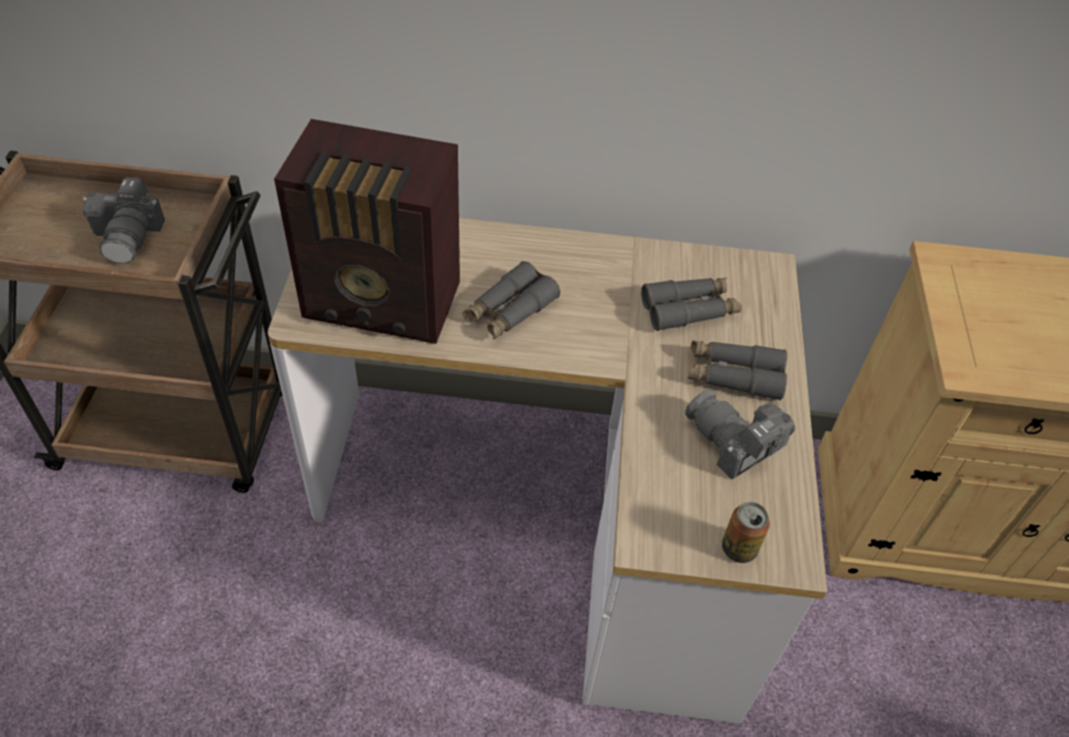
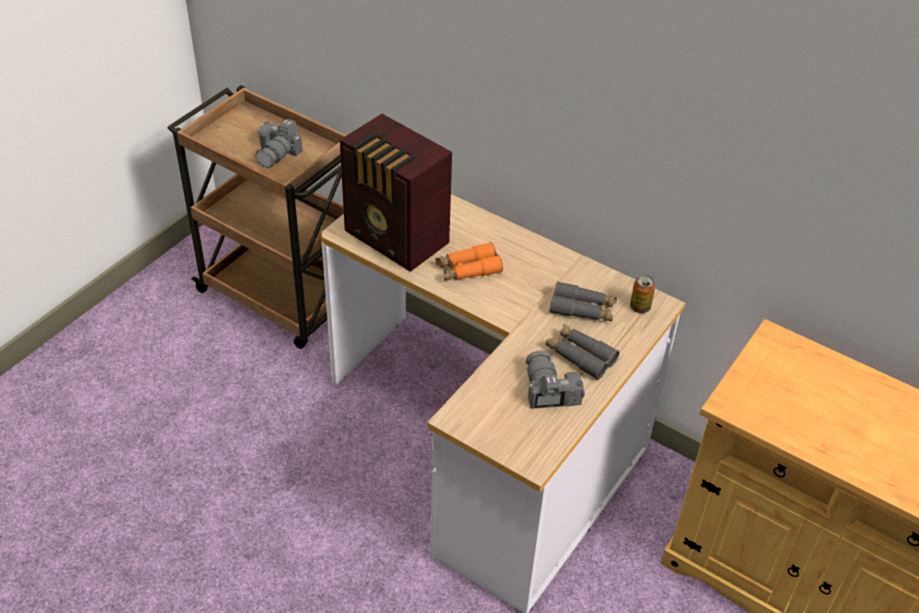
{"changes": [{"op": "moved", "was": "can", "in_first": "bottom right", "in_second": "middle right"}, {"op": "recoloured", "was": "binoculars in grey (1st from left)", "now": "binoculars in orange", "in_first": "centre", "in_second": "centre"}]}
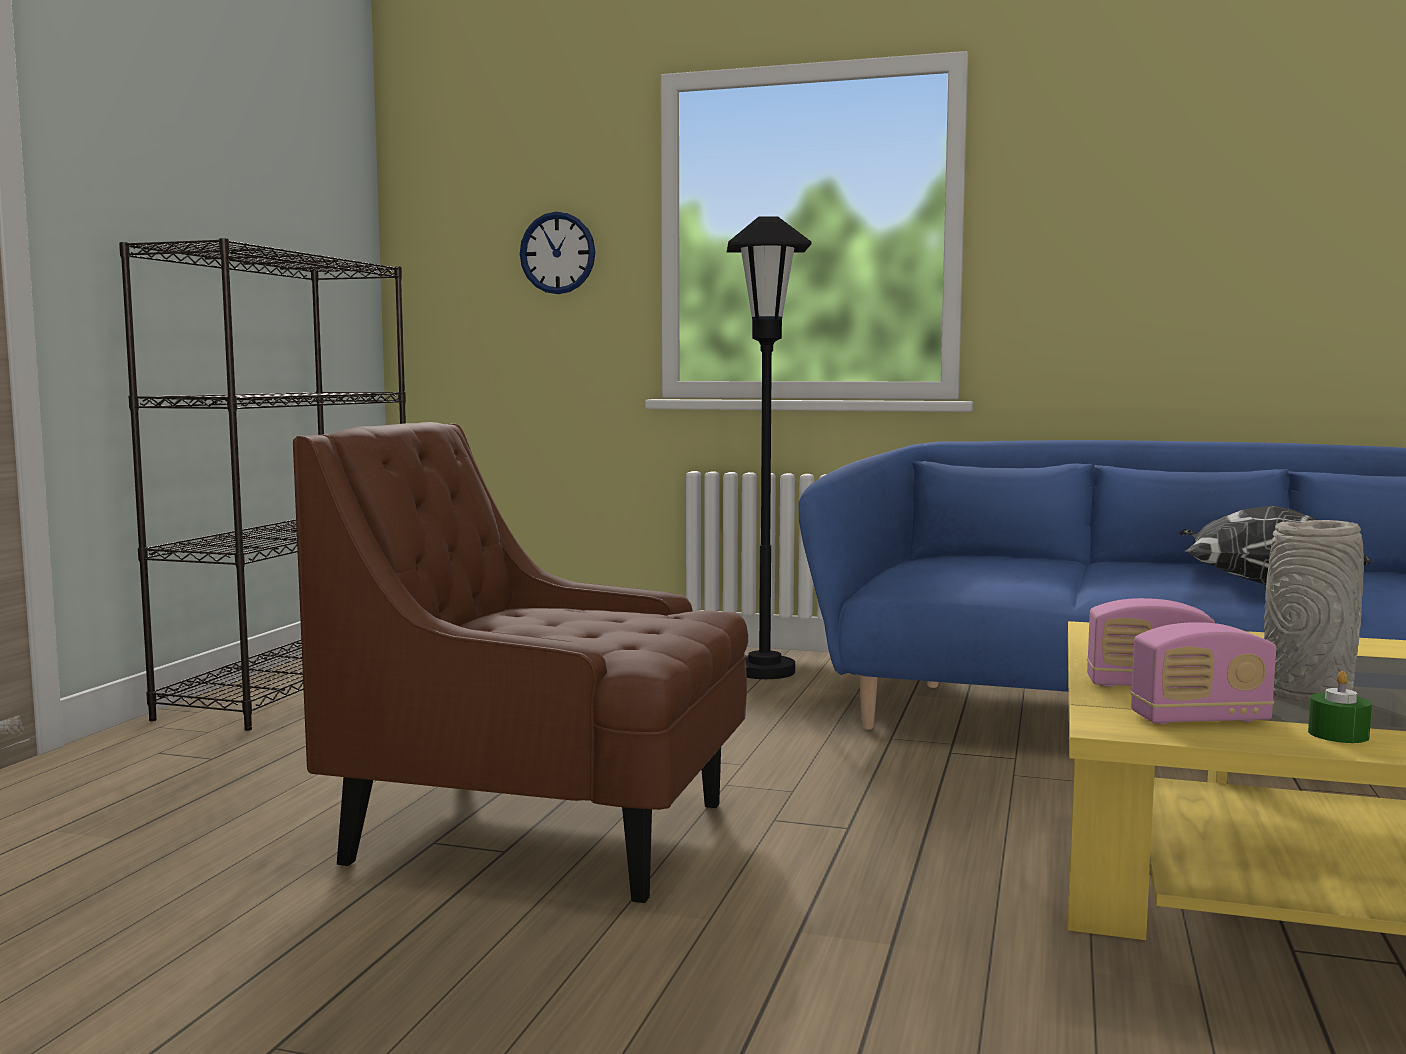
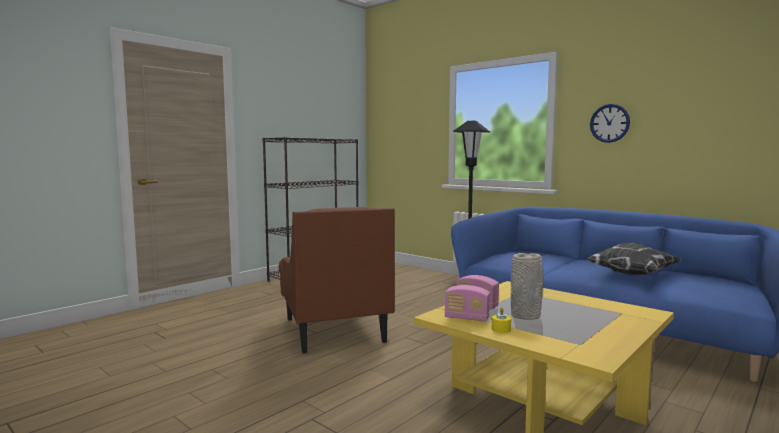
{"changes": [{"op": "moved", "was": "wall clock", "in_first": "top centre", "in_second": "top right"}, {"op": "recoloured", "was": "candle in green", "now": "candle in yellow", "in_first": "bottom right", "in_second": "bottom centre"}, {"op": "turned", "was": "armchair in brown", "in_first": "centre", "in_second": "centre", "clockwise": -150}]}
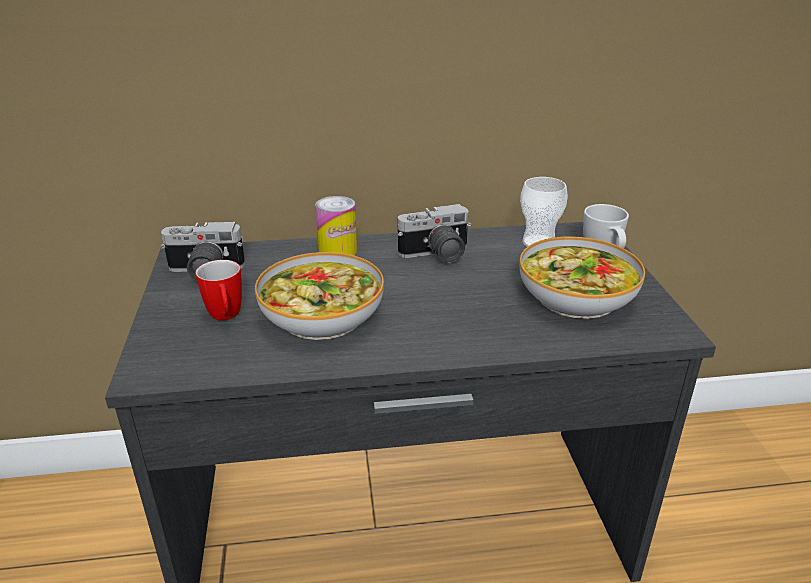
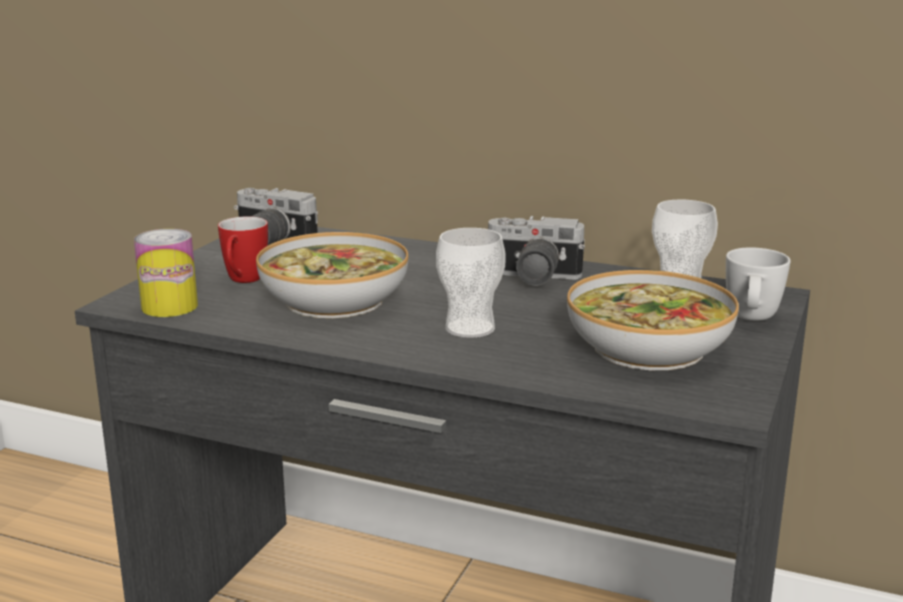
{"changes": [{"op": "added", "now": "cup (1st from left)", "in_second": "centre"}, {"op": "moved", "was": "can", "in_first": "centre", "in_second": "middle left"}]}
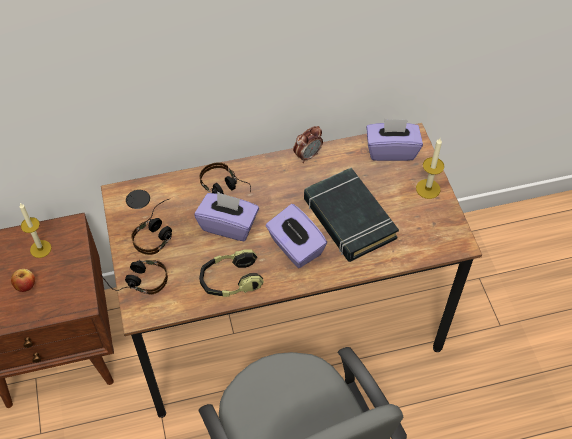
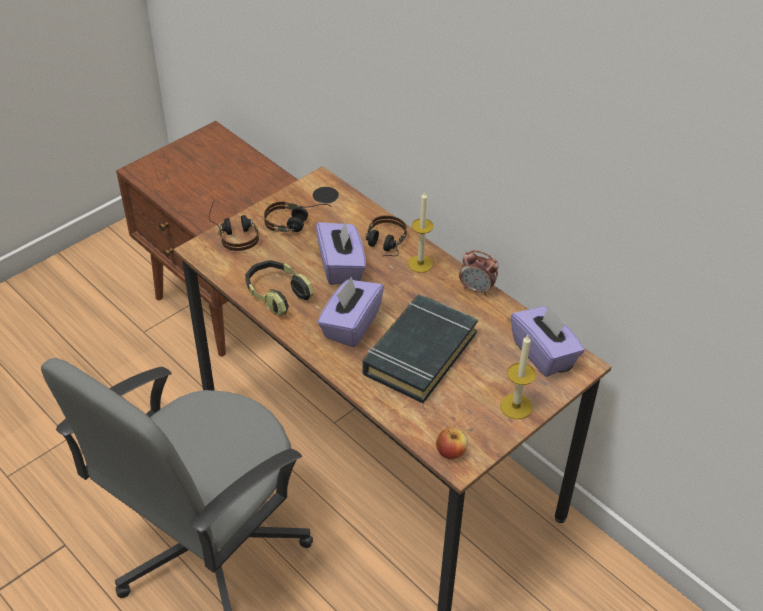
{"changes": [{"op": "moved", "was": "apple", "in_first": "middle left", "in_second": "bottom centre"}, {"op": "moved", "was": "candle (1st from left)", "in_first": "middle left", "in_second": "centre"}]}
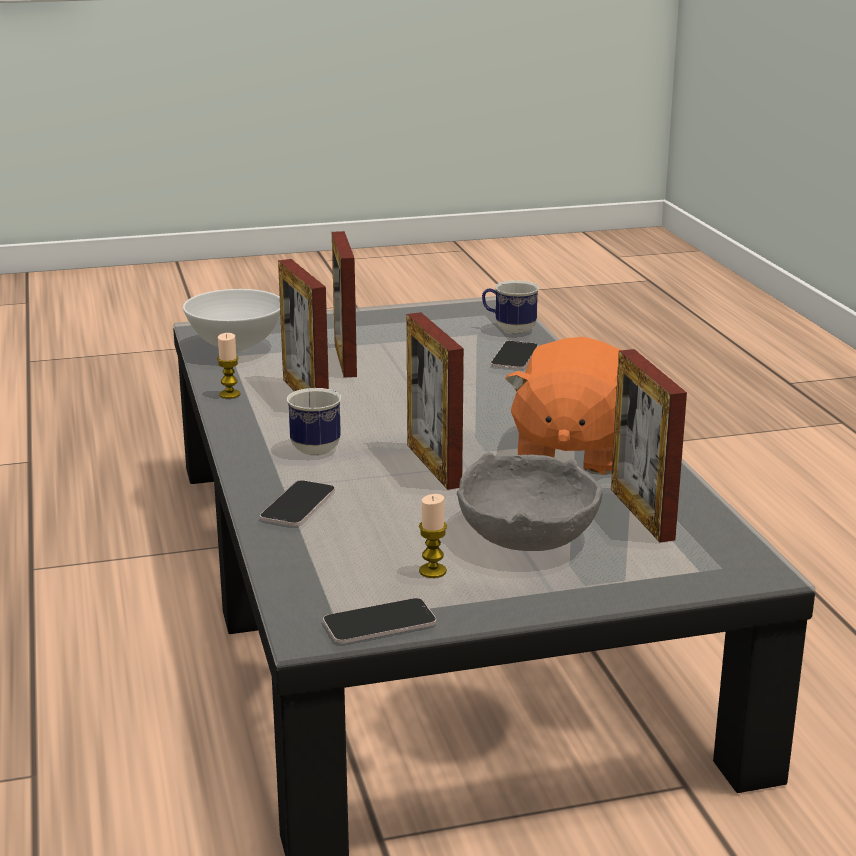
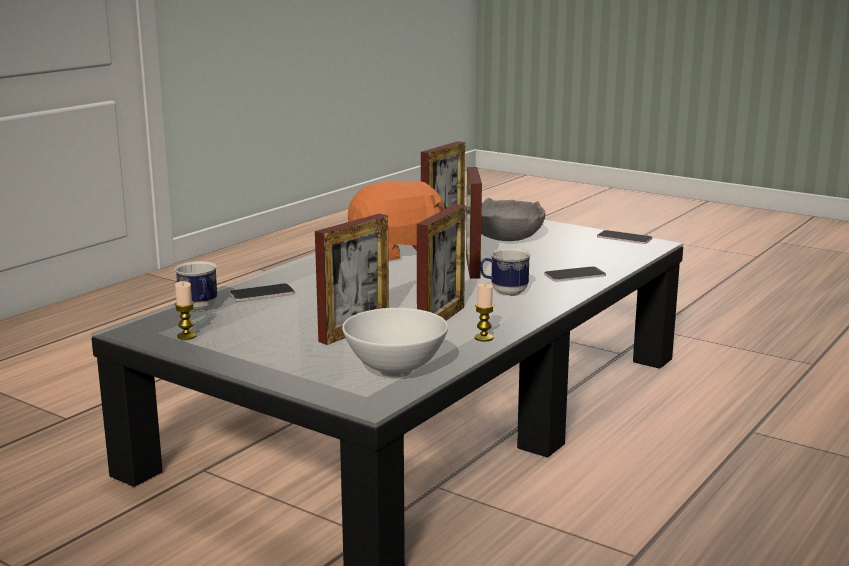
{"changes": [{"op": "moved", "was": "candle (2nd from left in the first image)", "now": "candle (1st from left)", "in_first": "centre", "in_second": "middle left"}, {"op": "turned", "was": "picture frame (3rd from left in the first image)", "in_first": "centre", "in_second": "centre", "clockwise": 150}]}
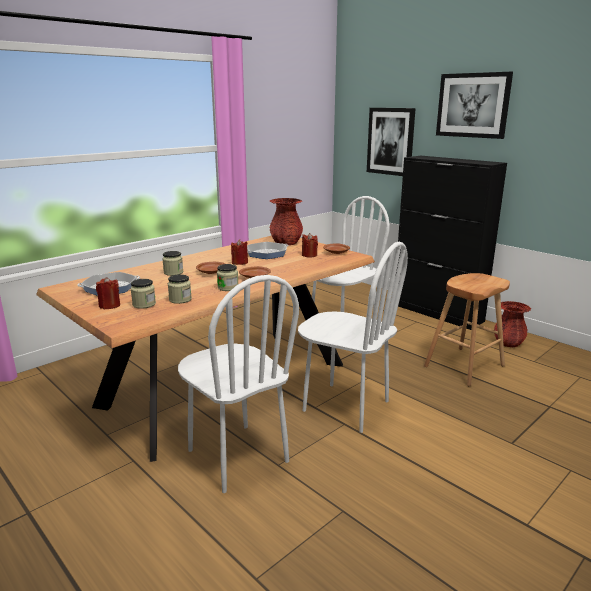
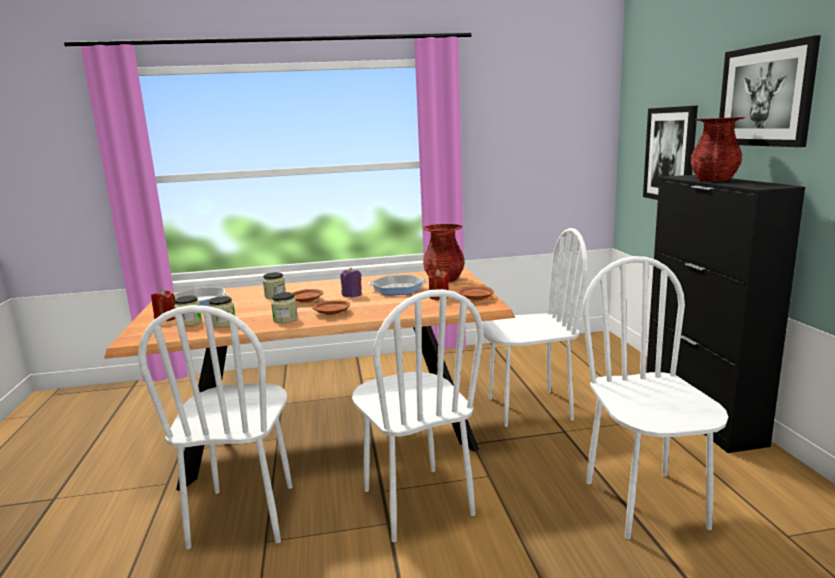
{"changes": [{"op": "moved", "was": "vase in red (2nd from left)", "in_first": "middle right", "in_second": "top right"}, {"op": "replaced", "was": "stool in brown", "now": "chair in white (4th from left)", "in_first": "middle right", "in_second": "bottom right"}, {"op": "recoloured", "was": "candle in red (2nd from left)", "now": "candle in purple", "in_first": "centre", "in_second": "centre"}]}
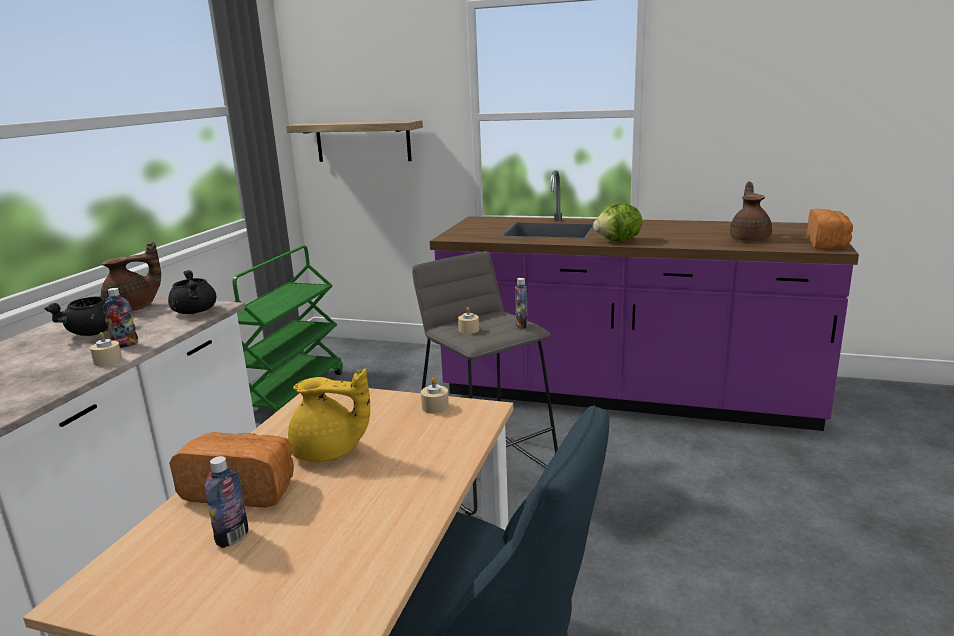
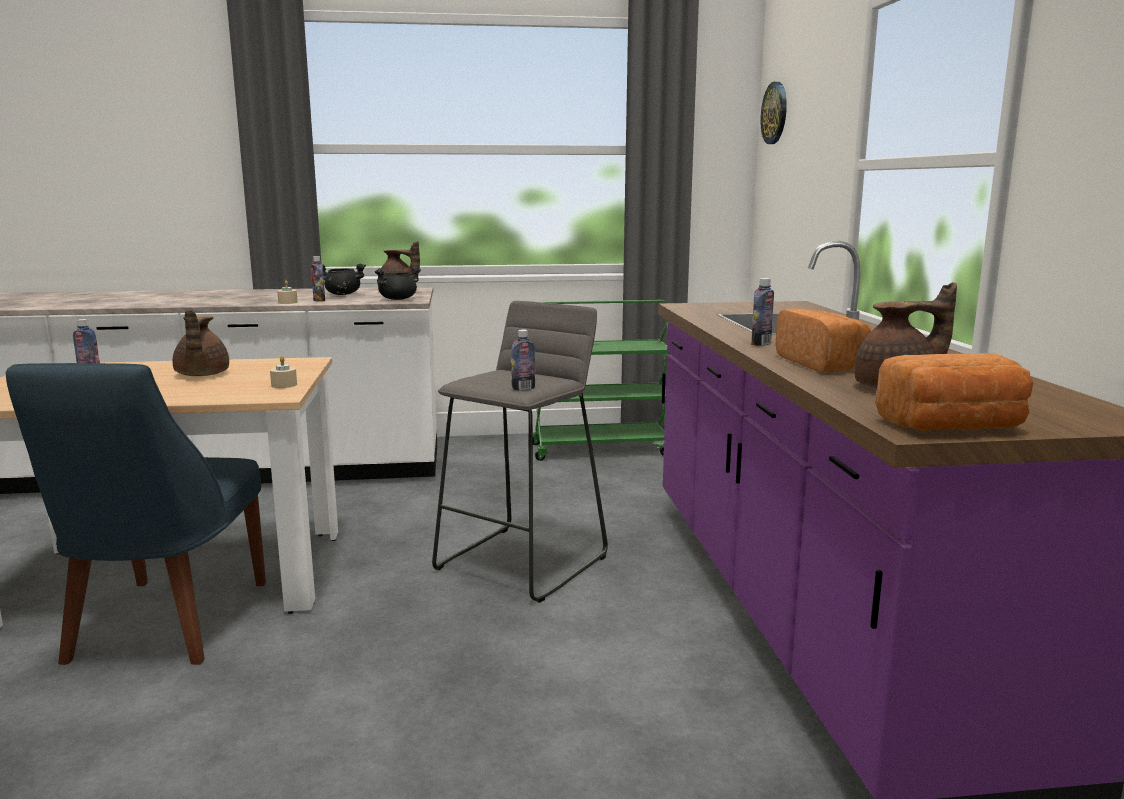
{"changes": [{"op": "removed", "was": "shelf", "in_first": "top centre"}, {"op": "removed", "was": "candle in beige (3rd from left)", "in_first": "centre"}, {"op": "added", "now": "wall clock", "in_second": "top right"}, {"op": "moved", "was": "bread (1st from left)", "in_first": "bottom left", "in_second": "middle right"}, {"op": "replaced", "was": "lettuce", "now": "bottle (4th from left)", "in_first": "centre", "in_second": "middle right"}, {"op": "recoloured", "was": "teapot in yellow", "now": "teapot in brown (1st from left)", "in_first": "centre", "in_second": "middle left"}]}
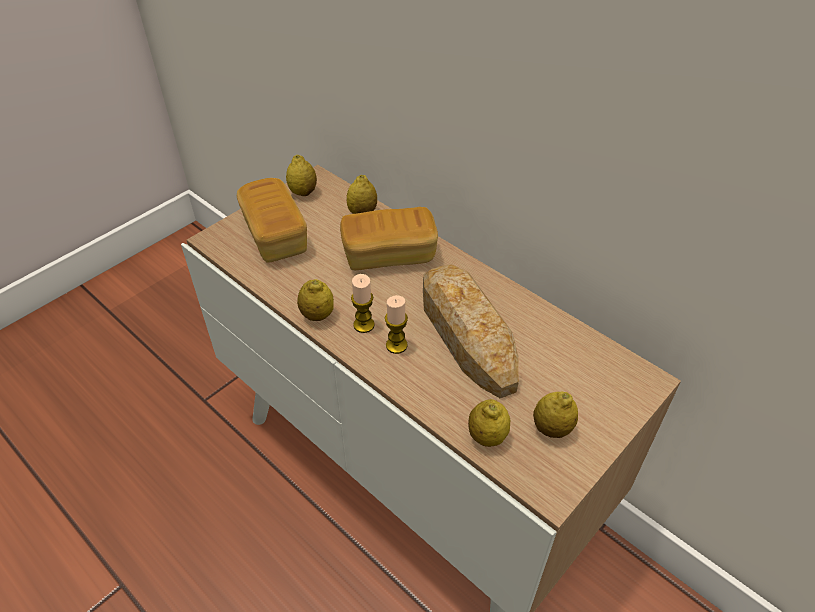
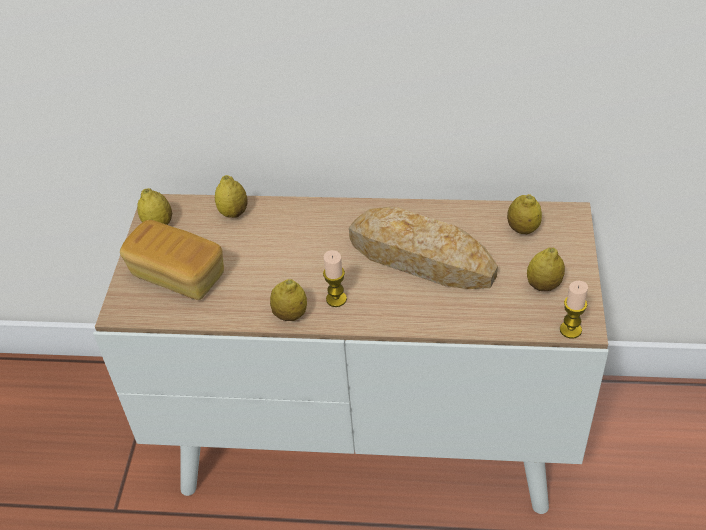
{"changes": [{"op": "removed", "was": "bread (2nd from left)", "in_first": "centre"}, {"op": "moved", "was": "candle (2nd from left)", "in_first": "centre", "in_second": "middle right"}, {"op": "moved", "was": "lemon (4th from left)", "in_first": "bottom centre", "in_second": "middle right"}]}
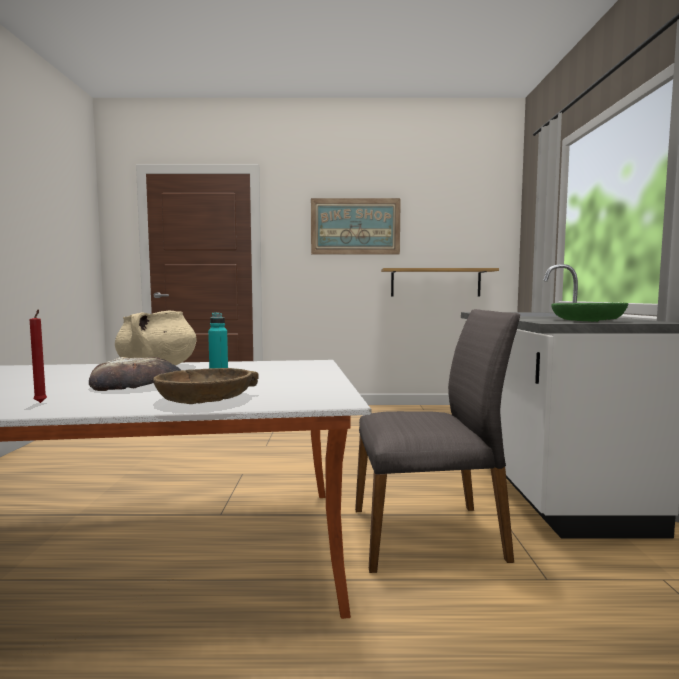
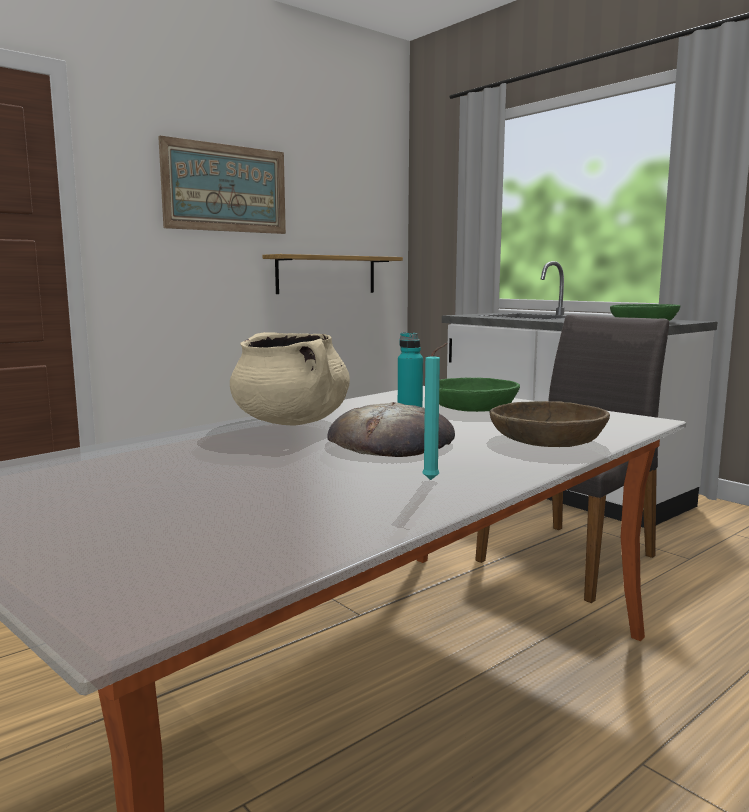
{"changes": [{"op": "added", "now": "bowl in green (1st from left)", "in_second": "centre"}, {"op": "recoloured", "was": "candle in red", "now": "candle in turquoise", "in_first": "middle left", "in_second": "centre"}]}
